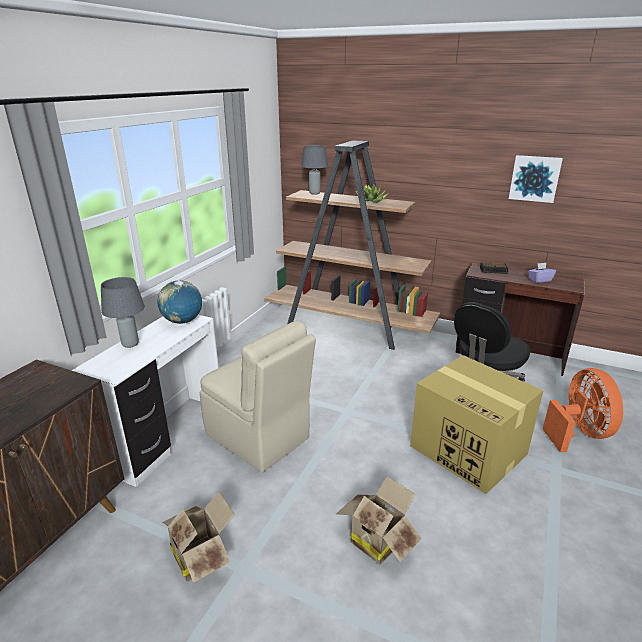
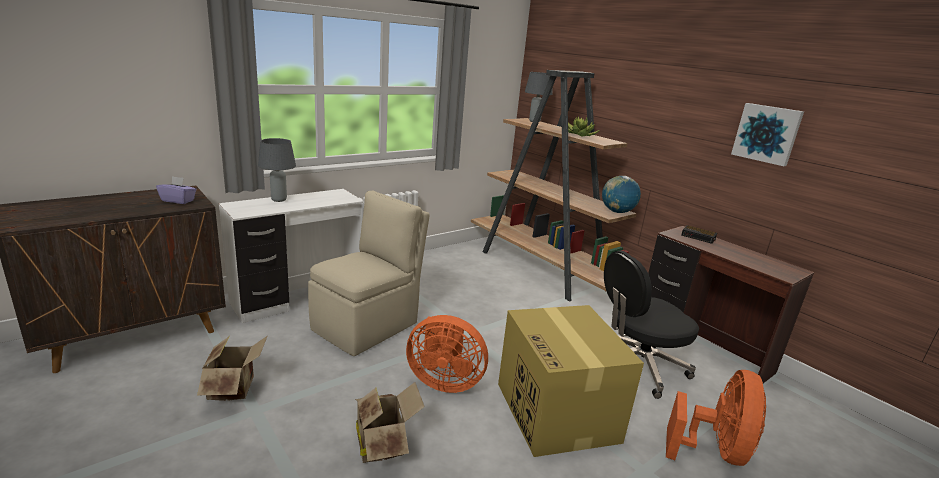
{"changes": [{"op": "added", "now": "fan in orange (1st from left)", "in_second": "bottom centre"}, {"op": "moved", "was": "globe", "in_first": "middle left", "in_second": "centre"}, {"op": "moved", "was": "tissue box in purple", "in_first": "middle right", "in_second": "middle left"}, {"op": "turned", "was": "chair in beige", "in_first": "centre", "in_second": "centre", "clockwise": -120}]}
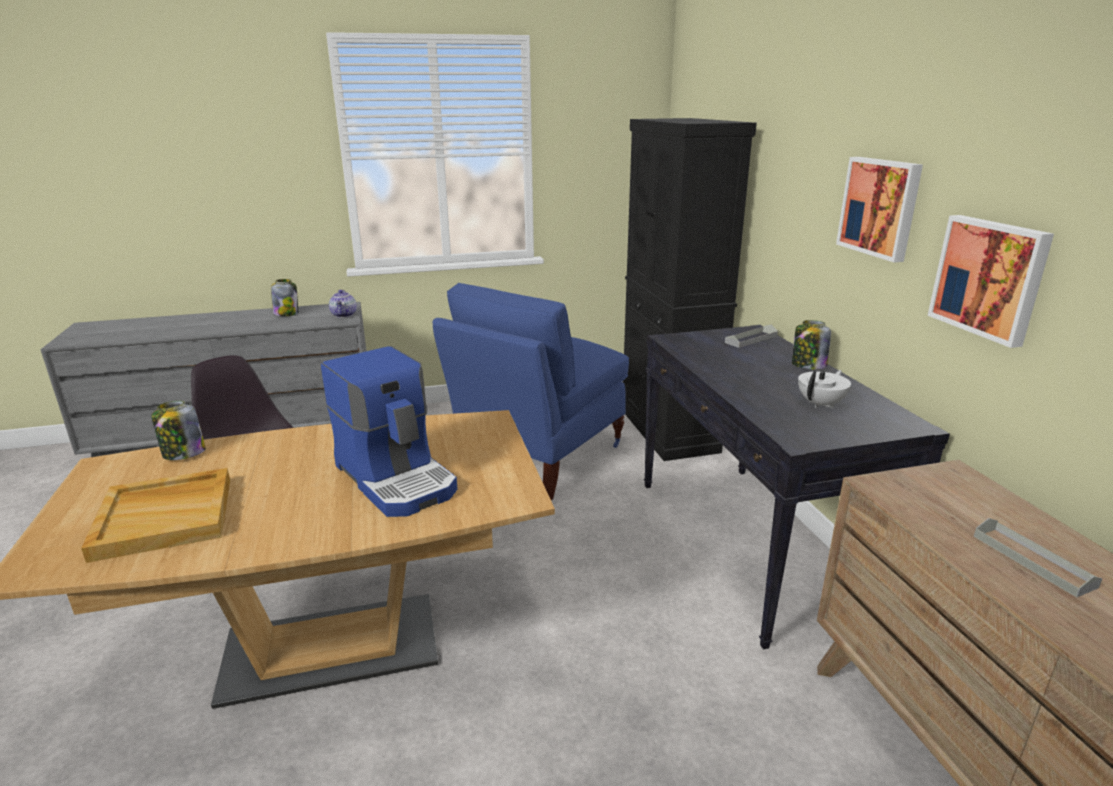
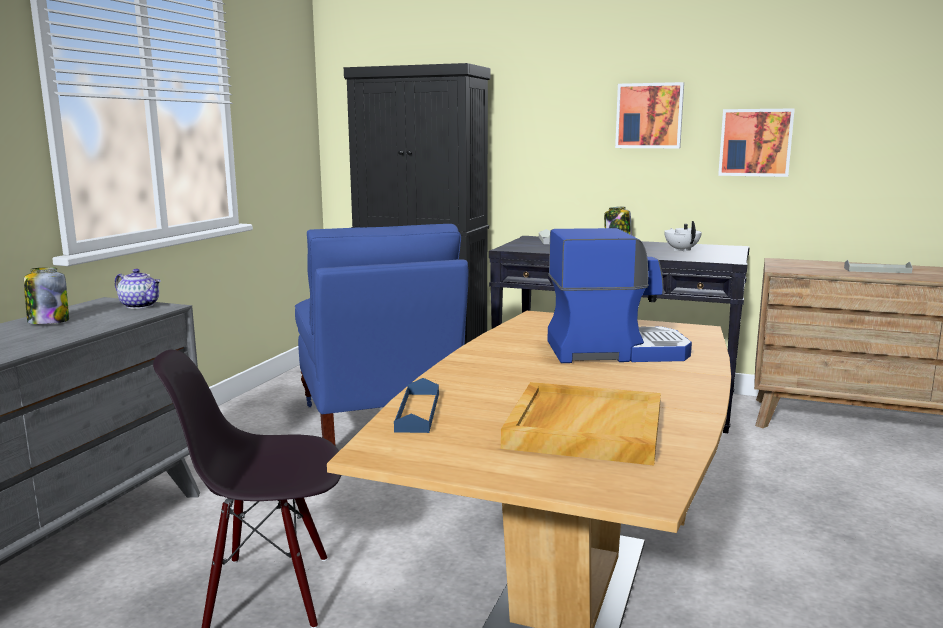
{"changes": [{"op": "replaced", "was": "jar (1st from left)", "now": "tray in blue", "in_first": "middle left", "in_second": "centre"}]}
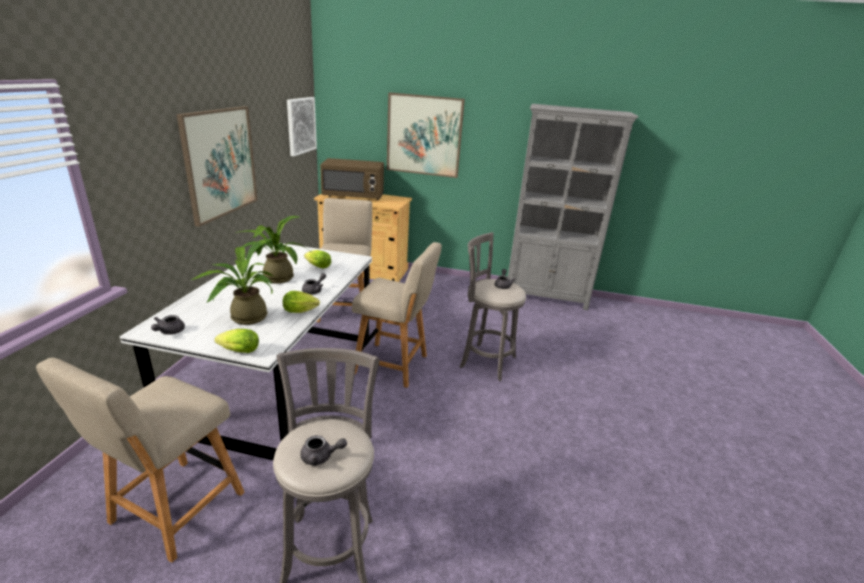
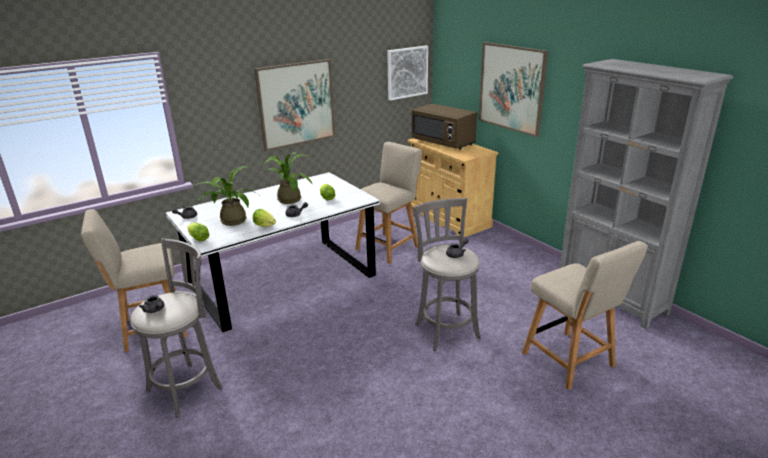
{"changes": [{"op": "moved", "was": "chair in beige (3rd from left)", "in_first": "centre", "in_second": "bottom right"}]}
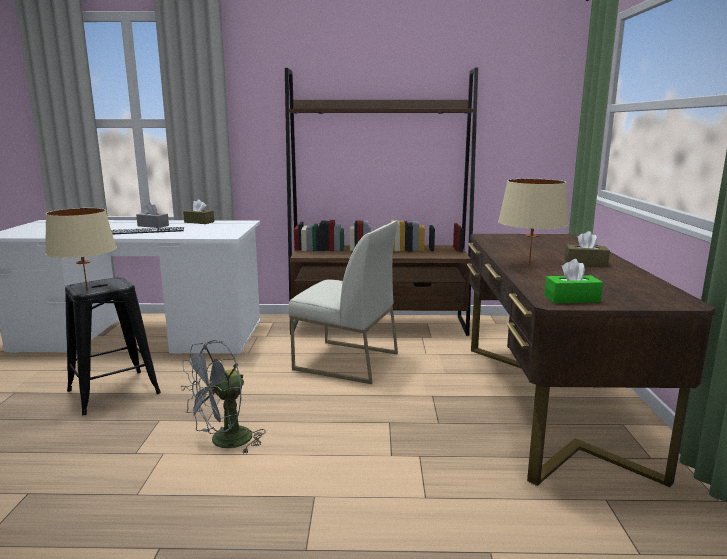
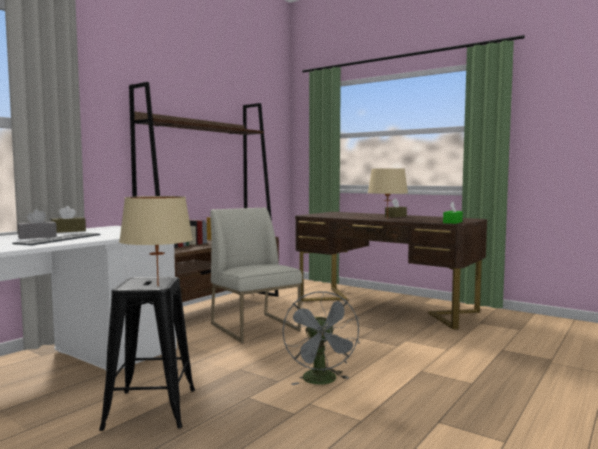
{"changes": [{"op": "turned", "was": "chair in white", "in_first": "centre", "in_second": "centre", "clockwise": -90}]}
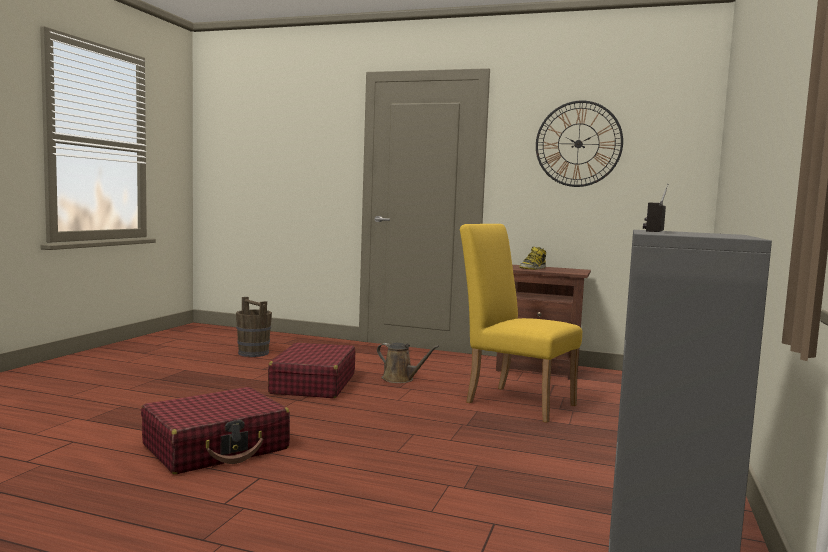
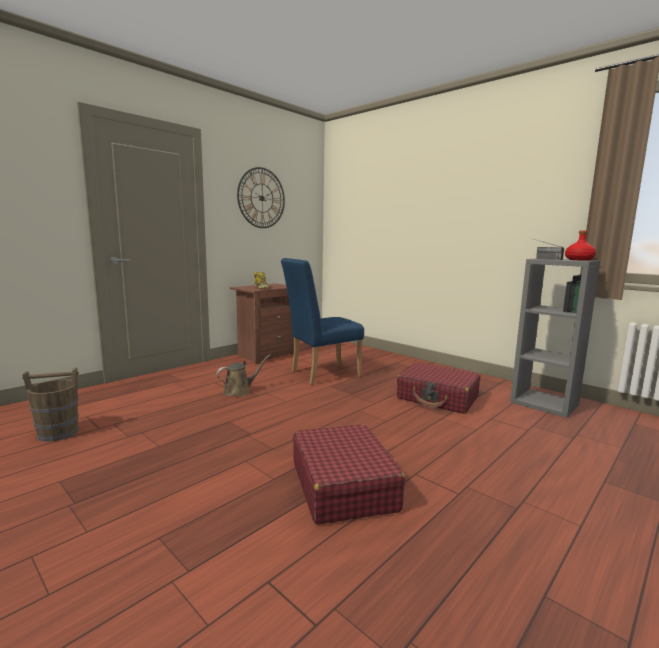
{"changes": [{"op": "added", "now": "bottle in red", "in_second": "middle right"}, {"op": "moved", "was": "suitcase in red (2nd from left)", "in_first": "bottom centre", "in_second": "centre"}, {"op": "recoloured", "was": "chair in yellow", "now": "chair in blue", "in_first": "centre", "in_second": "centre"}]}
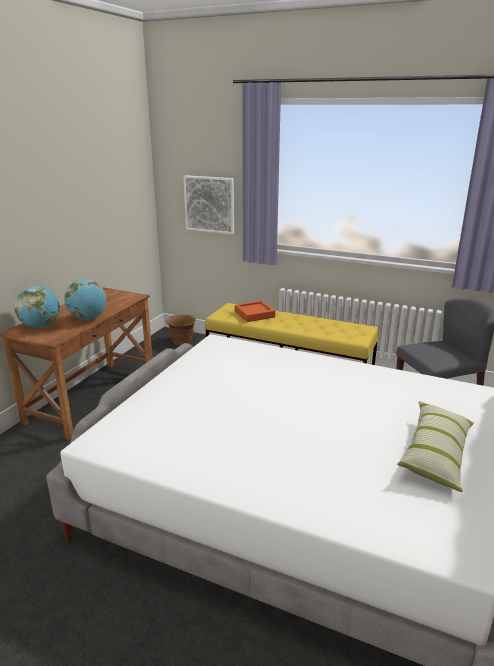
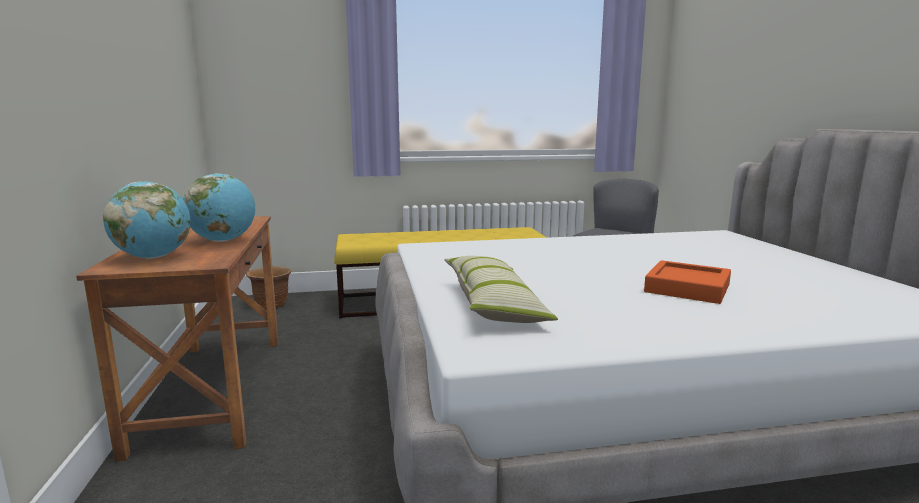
{"changes": [{"op": "removed", "was": "picture", "in_first": "top centre"}, {"op": "moved", "was": "tray in orange", "in_first": "centre", "in_second": "middle right"}, {"op": "moved", "was": "pillow", "in_first": "bottom right", "in_second": "centre"}]}
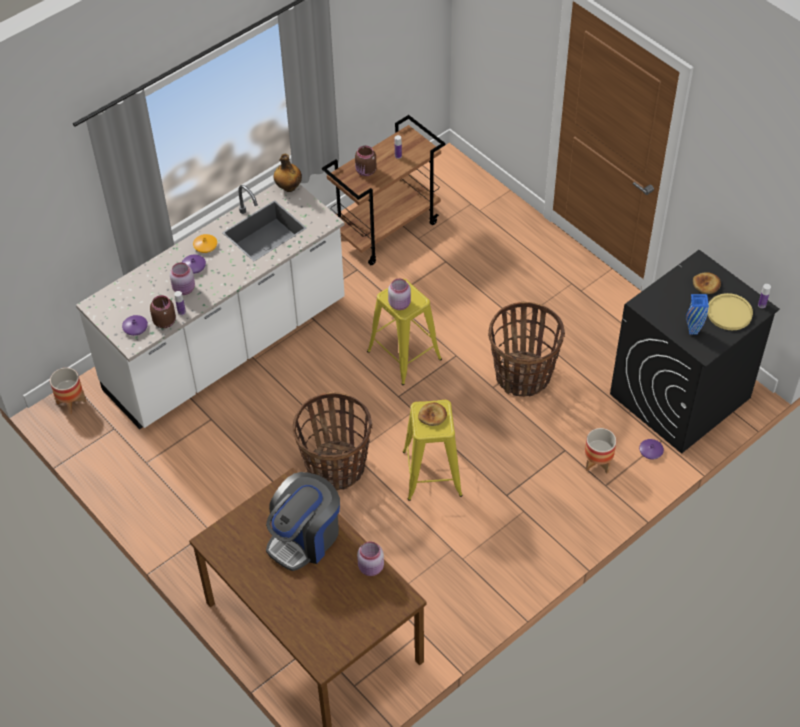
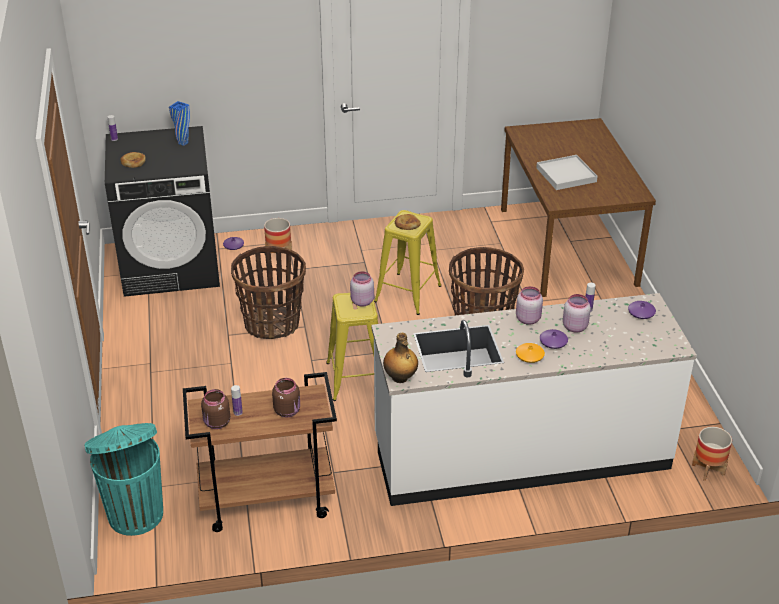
{"changes": [{"op": "removed", "was": "plate in yellow", "in_first": "middle right"}, {"op": "added", "now": "trash can in turquoise", "in_second": "bottom left"}, {"op": "moved", "was": "jar in brown (1st from left)", "in_first": "middle left", "in_second": "bottom left"}, {"op": "moved", "was": "jar in pink (2nd from left)", "in_first": "bottom centre", "in_second": "middle right"}, {"op": "replaced", "was": "coffee machine", "now": "tray in white", "in_first": "bottom centre", "in_second": "top right"}]}
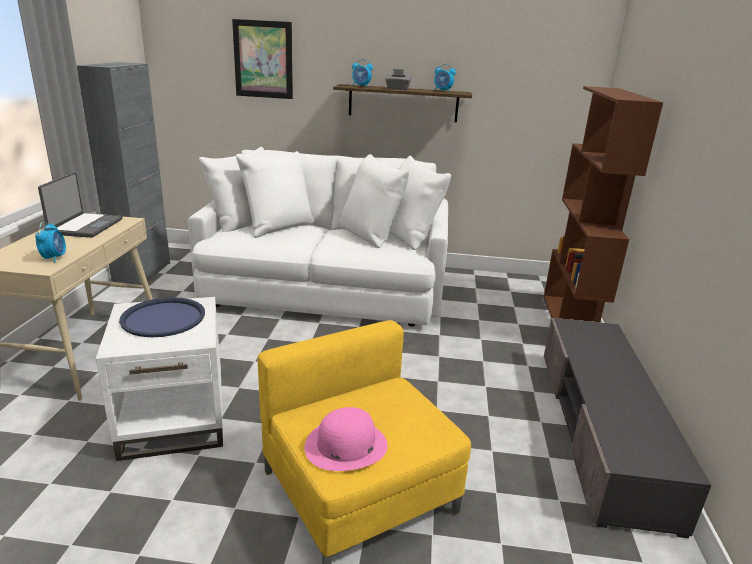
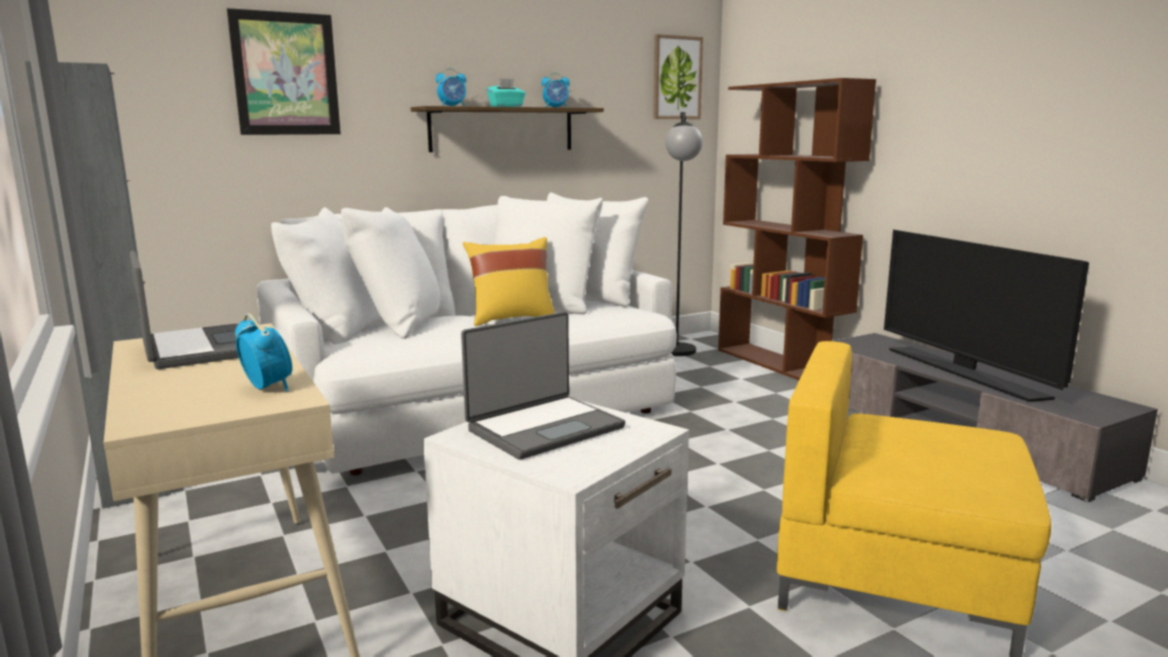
{"changes": [{"op": "removed", "was": "hat in pink", "in_first": "bottom centre"}, {"op": "added", "now": "pillow in yellow", "in_second": "centre"}, {"op": "added", "now": "picture (2nd from left)", "in_second": "top centre"}, {"op": "added", "now": "floor lamp in black", "in_second": "centre"}, {"op": "added", "now": "television", "in_second": "middle right"}, {"op": "replaced", "was": "tray in blue", "now": "laptop (2nd from left)", "in_first": "middle left", "in_second": "centre"}, {"op": "recoloured", "was": "tissue box in grey", "now": "tissue box in turquoise", "in_first": "top centre", "in_second": "top centre"}]}
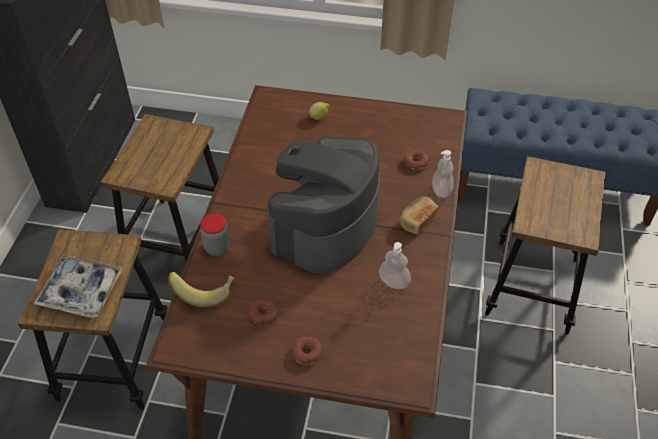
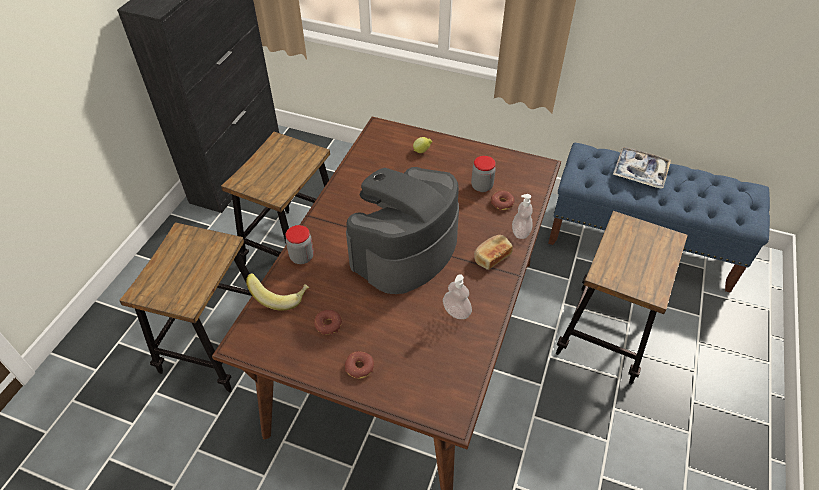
{"changes": [{"op": "added", "now": "jar (2nd from left)", "in_second": "centre"}, {"op": "moved", "was": "tray", "in_first": "middle left", "in_second": "middle right"}]}
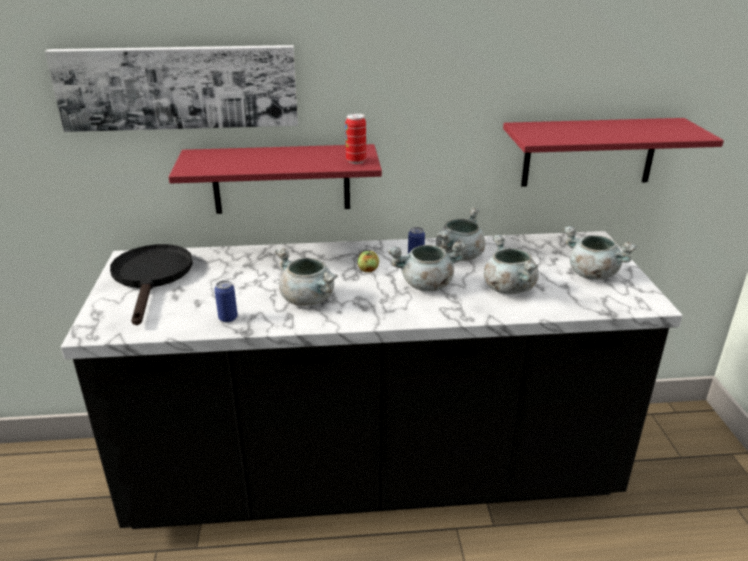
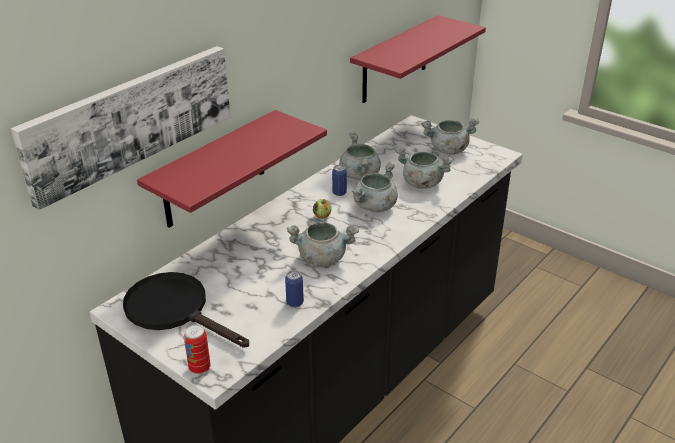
{"changes": [{"op": "moved", "was": "can (2nd from left in the first image)", "now": "can (1st from left)", "in_first": "top centre", "in_second": "bottom left"}]}
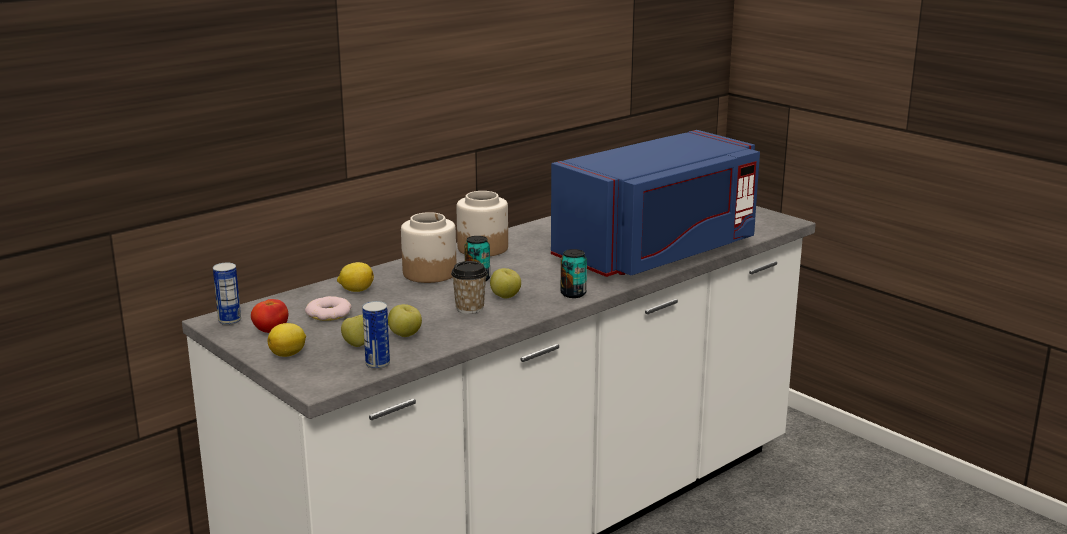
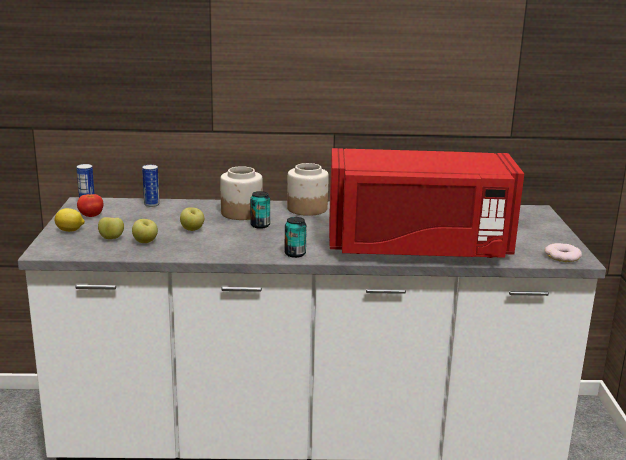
{"changes": [{"op": "removed", "was": "lemon (2nd from left)", "in_first": "middle left"}, {"op": "removed", "was": "cup", "in_first": "centre"}, {"op": "moved", "was": "donut", "in_first": "middle left", "in_second": "middle right"}, {"op": "moved", "was": "can (2nd from left)", "in_first": "centre", "in_second": "middle left"}, {"op": "moved", "was": "apple (3rd from left)", "in_first": "centre", "in_second": "middle left"}, {"op": "recoloured", "was": "microwave in blue", "now": "microwave in red", "in_first": "centre", "in_second": "middle right"}]}
